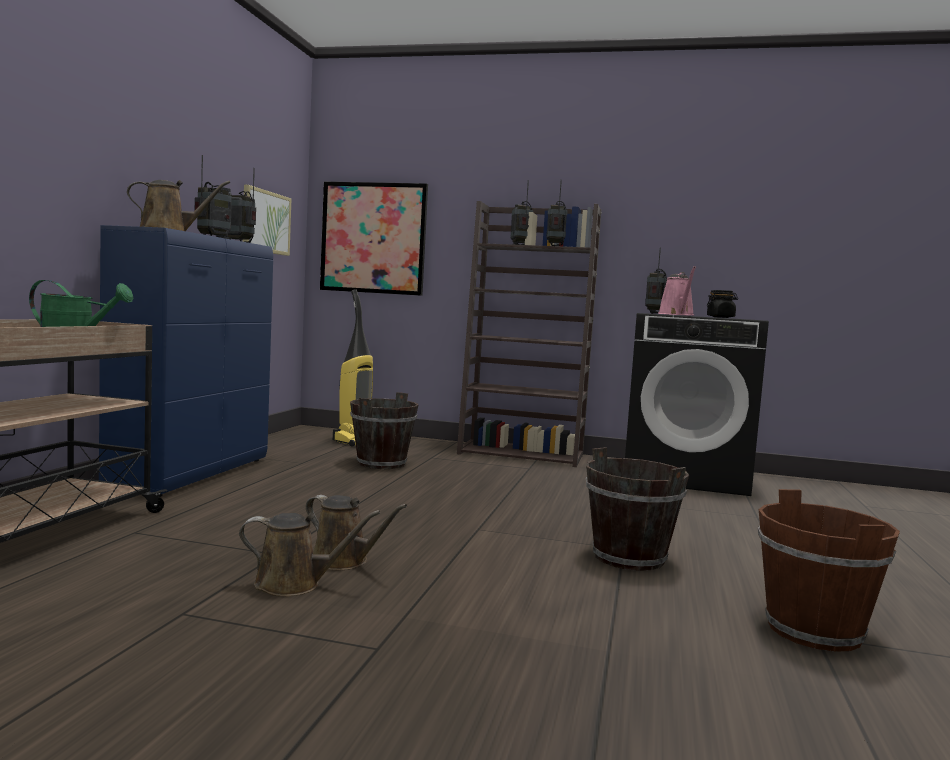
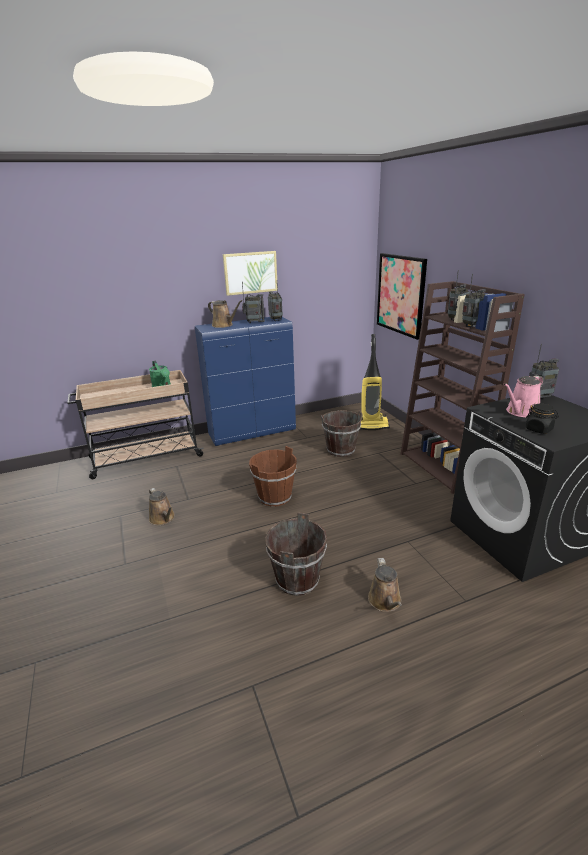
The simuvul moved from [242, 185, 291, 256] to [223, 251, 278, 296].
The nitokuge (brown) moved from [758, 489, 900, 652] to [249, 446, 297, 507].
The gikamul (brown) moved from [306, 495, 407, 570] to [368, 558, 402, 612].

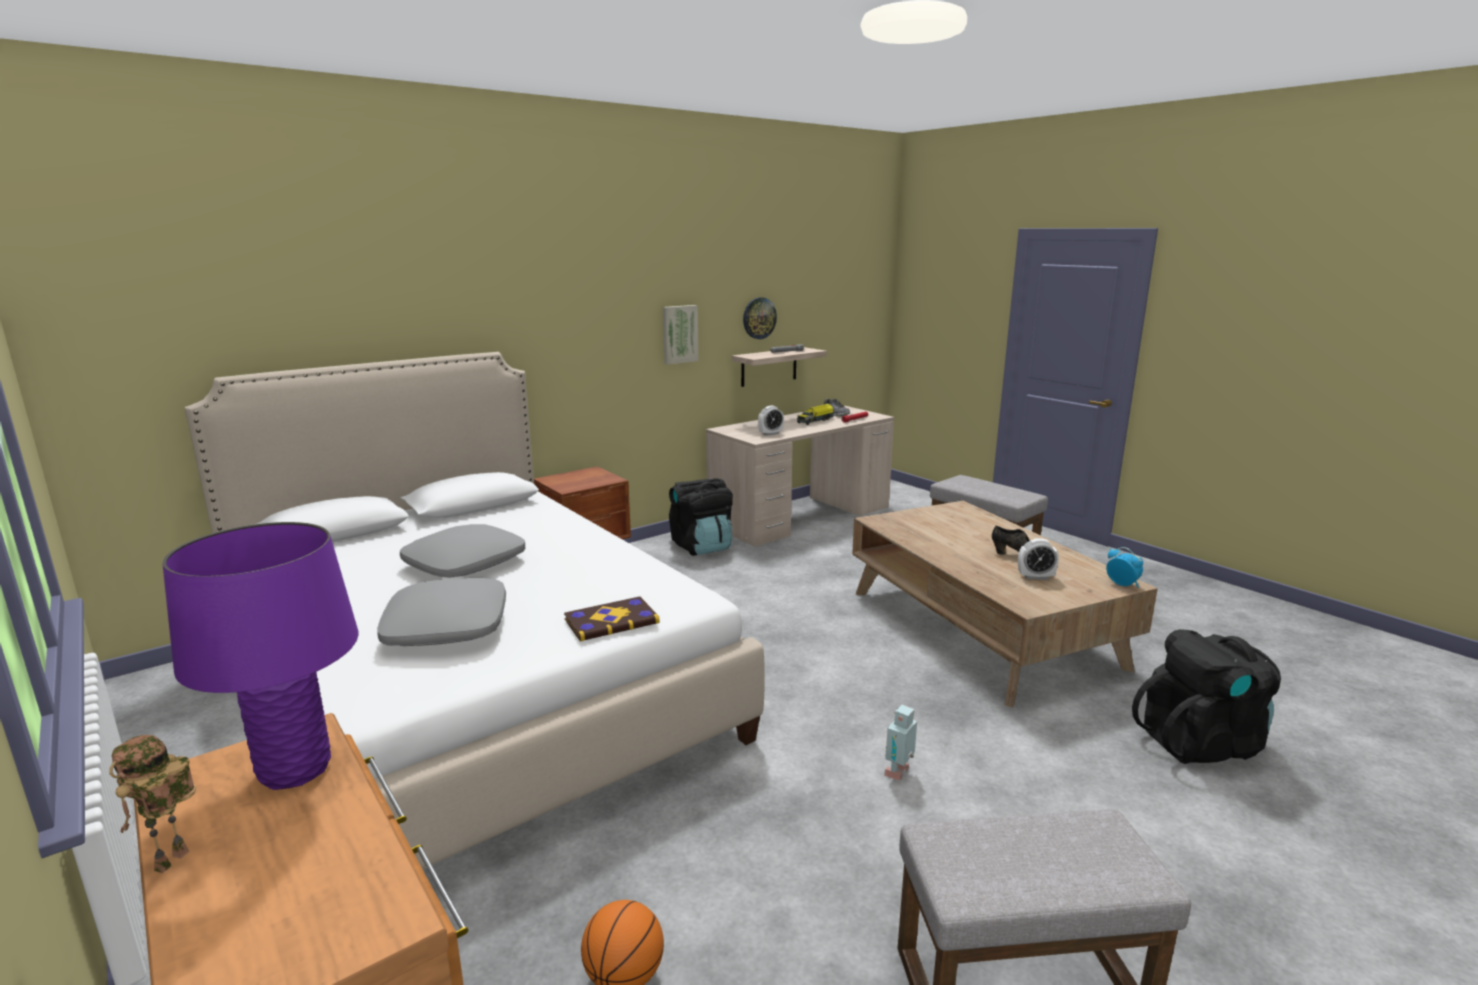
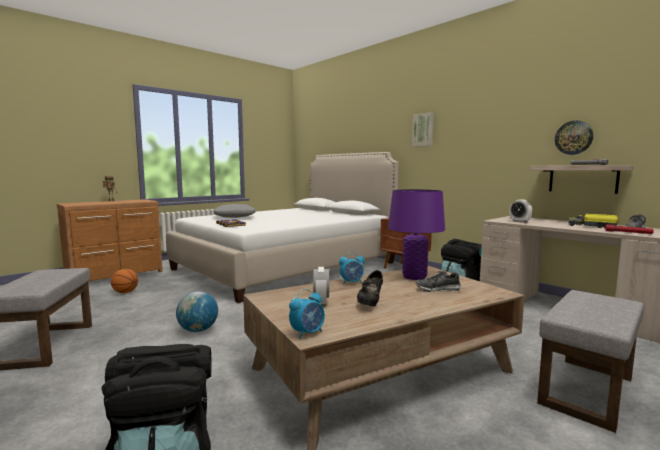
The simuvul moved from [663, 305, 698, 365] to [412, 112, 434, 147].
The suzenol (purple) moved from [162, 522, 358, 790] to [388, 189, 445, 280].
The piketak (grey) at [400, 524, 525, 578] disappeared.
The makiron at [884, 705, 917, 781] was replaced by the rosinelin at [176, 291, 218, 332].
The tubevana at [339, 252, 364, 285] appeared.
The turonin at [416, 271, 461, 292] appeared.

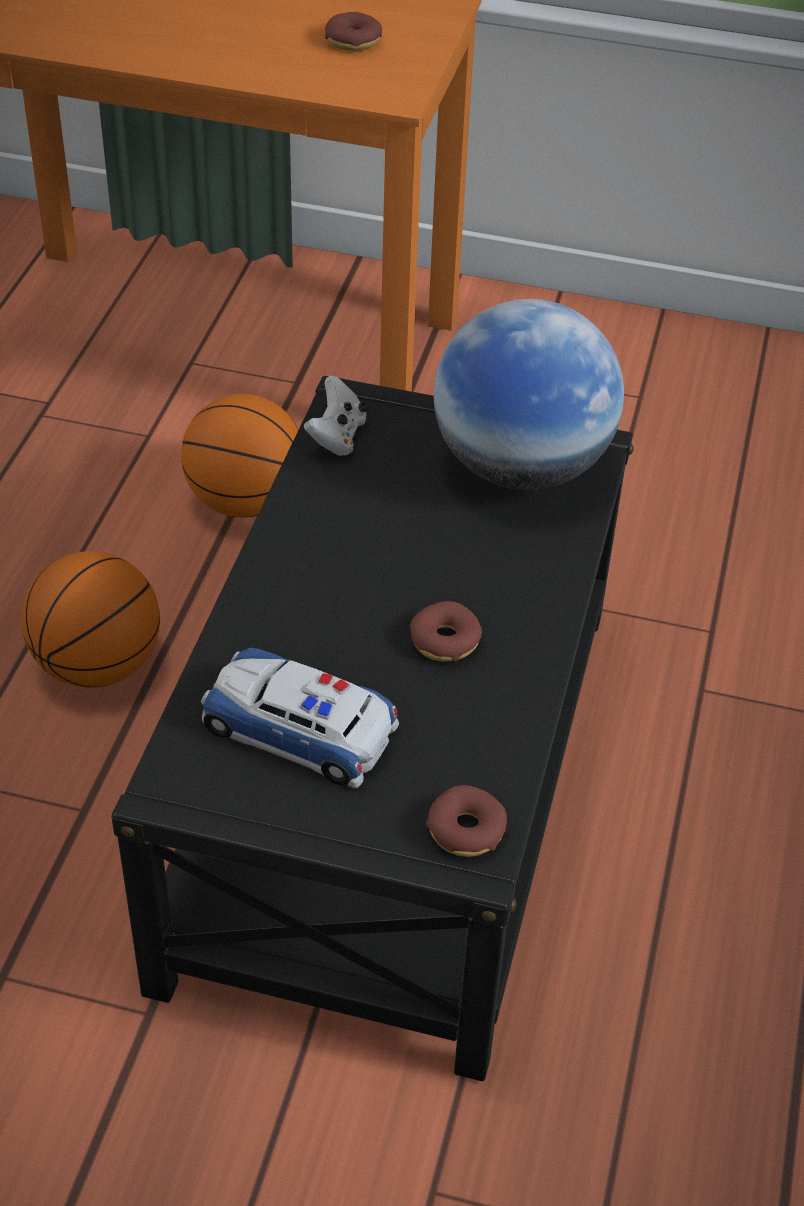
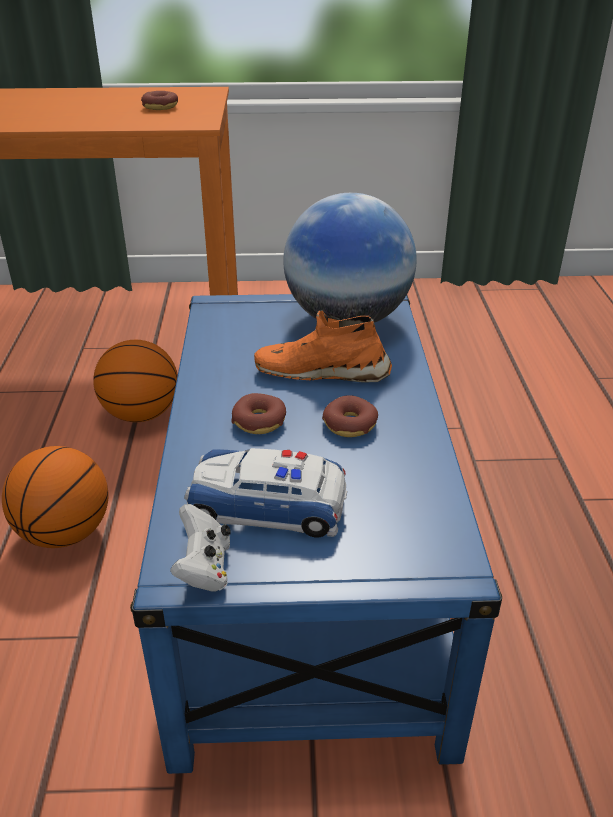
The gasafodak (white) moved from [304, 375, 368, 456] to [170, 504, 231, 591].
The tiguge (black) at [111, 376, 634, 1081] became the tiguge (blue) at [130, 294, 502, 774].
The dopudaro moved from [426, 785, 507, 857] to [231, 393, 286, 434].
The turonin (orange) at [254, 310, 392, 383] appeared.

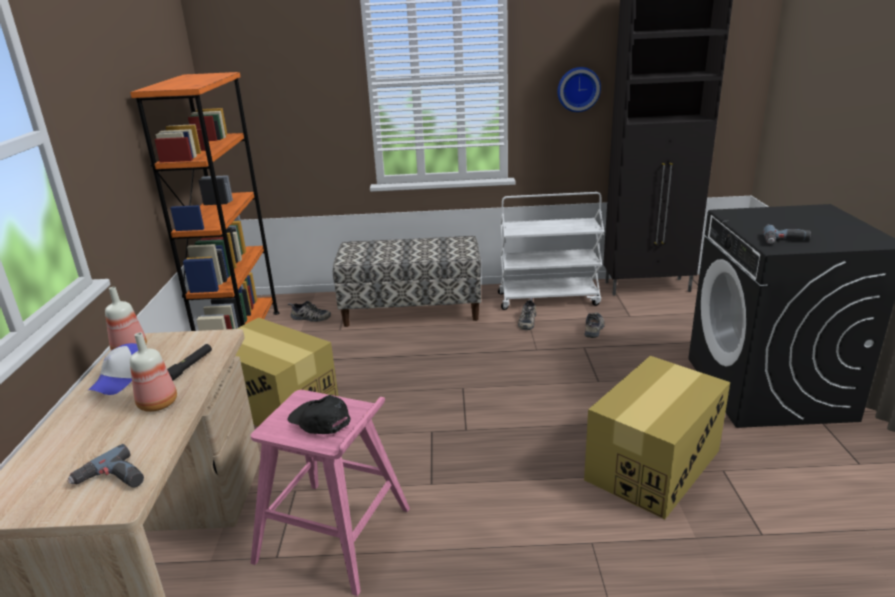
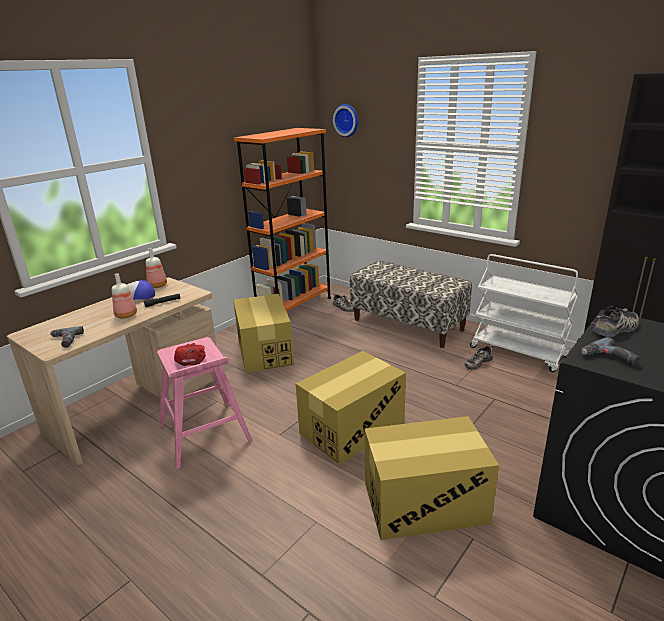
The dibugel moved from [557, 67, 601, 112] to [333, 104, 358, 137].
The turonin moved from [585, 312, 605, 338] to [592, 306, 639, 337].
The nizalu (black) at [287, 395, 351, 434] became the nizalu (red) at [174, 343, 206, 366].
The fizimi at [296, 351, 406, 464] appeared.

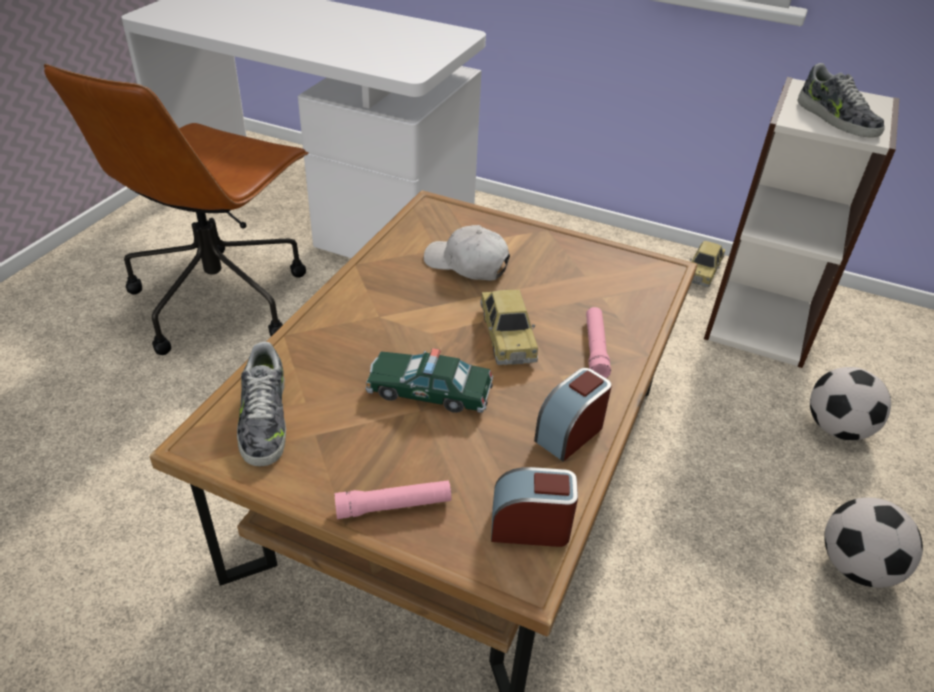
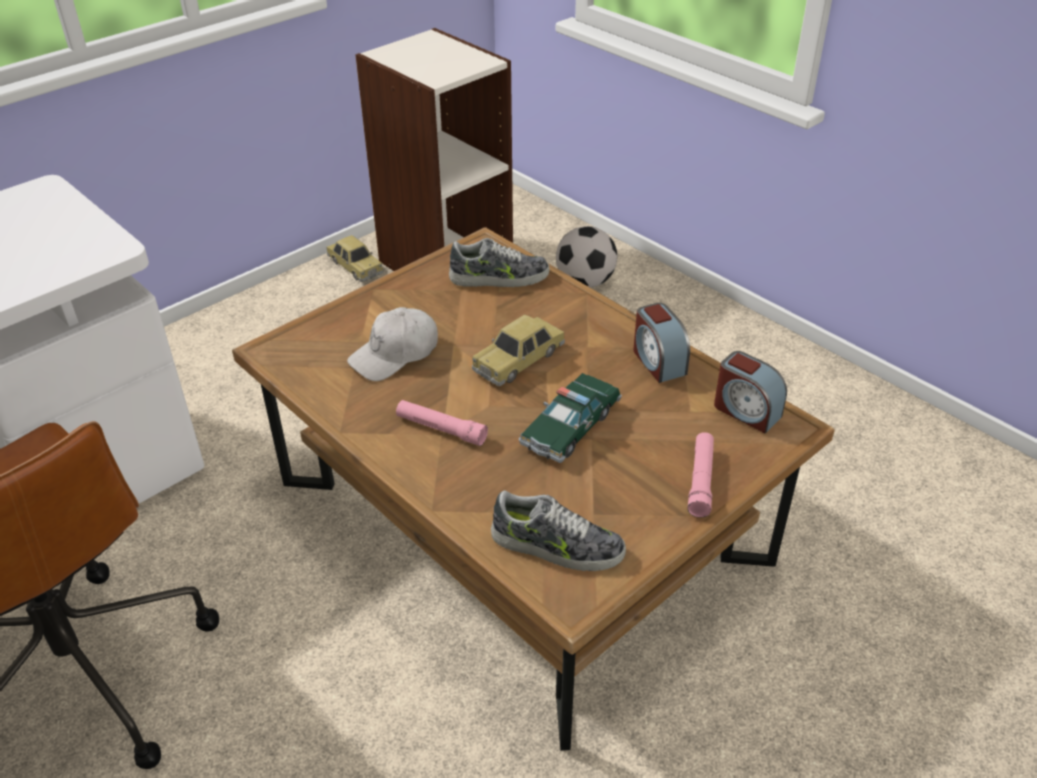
The turonin moved from [798, 63, 885, 137] to [449, 238, 550, 287].
The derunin at [480, 290, 538, 365] turned 120 degrees clockwise.
The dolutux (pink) moved from [586, 307, 611, 378] to [396, 400, 488, 446].
The tubevana at [491, 467, 578, 547] turned 75 degrees counterclockwise.
The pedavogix at [824, 497, 923, 588] disappeared.

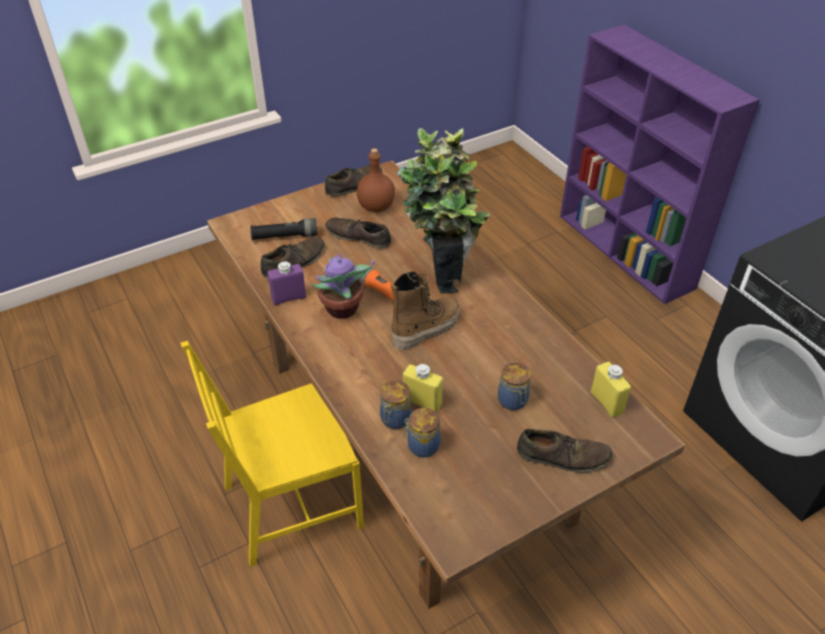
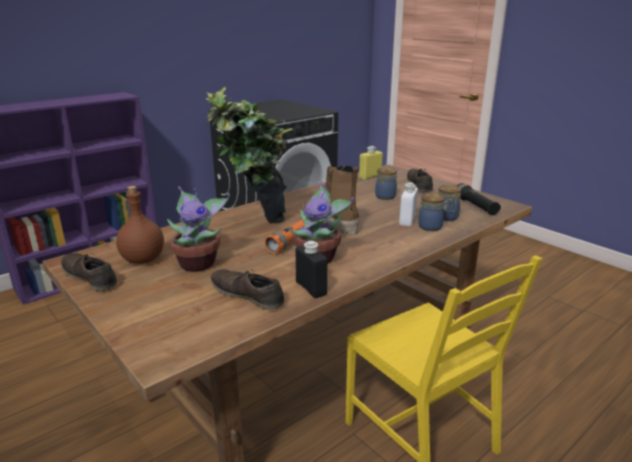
The dolutux (black) moved from [250, 218, 317, 240] to [457, 183, 501, 215].
The turonin (brown) at [325, 218, 391, 248] was replaced by the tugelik at [167, 186, 230, 272].
The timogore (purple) at [267, 261, 306, 305] became the timogore (black) at [295, 241, 327, 298].
The timogore (yellow) at [403, 364, 443, 413] became the timogore (white) at [399, 182, 418, 226].

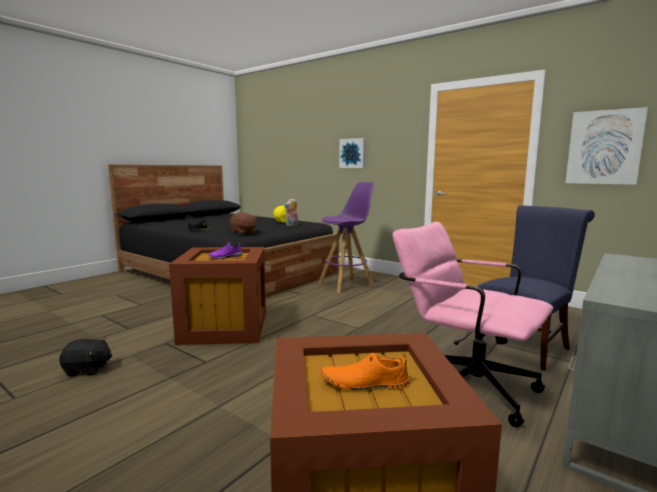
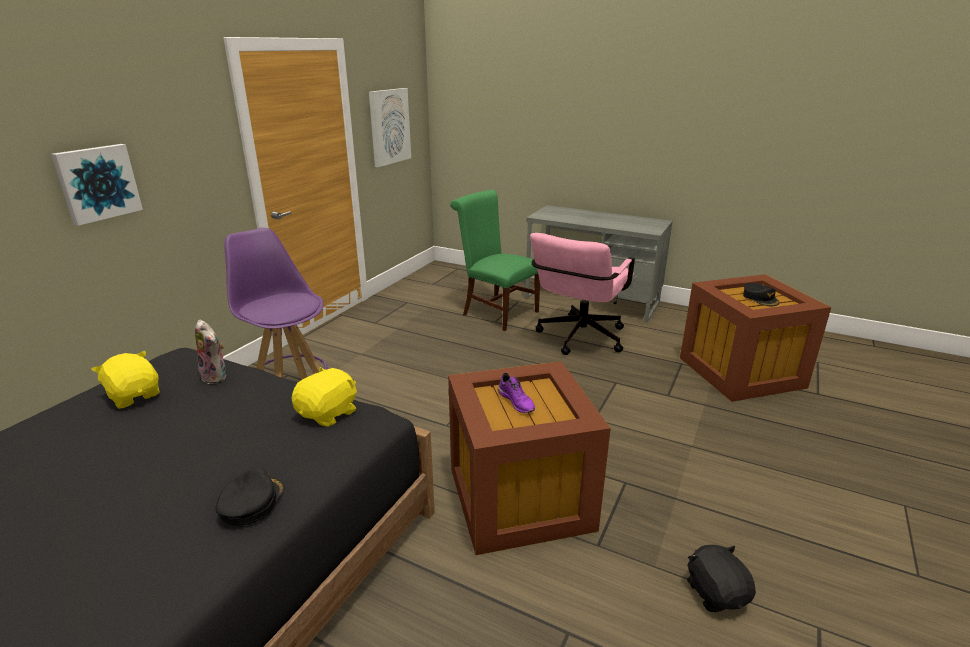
The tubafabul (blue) at [475, 205, 595, 371] became the tubafabul (green) at [450, 190, 540, 331].
The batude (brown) at [230, 212, 257, 235] became the batude (yellow) at [292, 367, 357, 427].
The turonin (orange) at [320, 353, 409, 390] was replaced by the nizalu (black) at [743, 283, 780, 306].

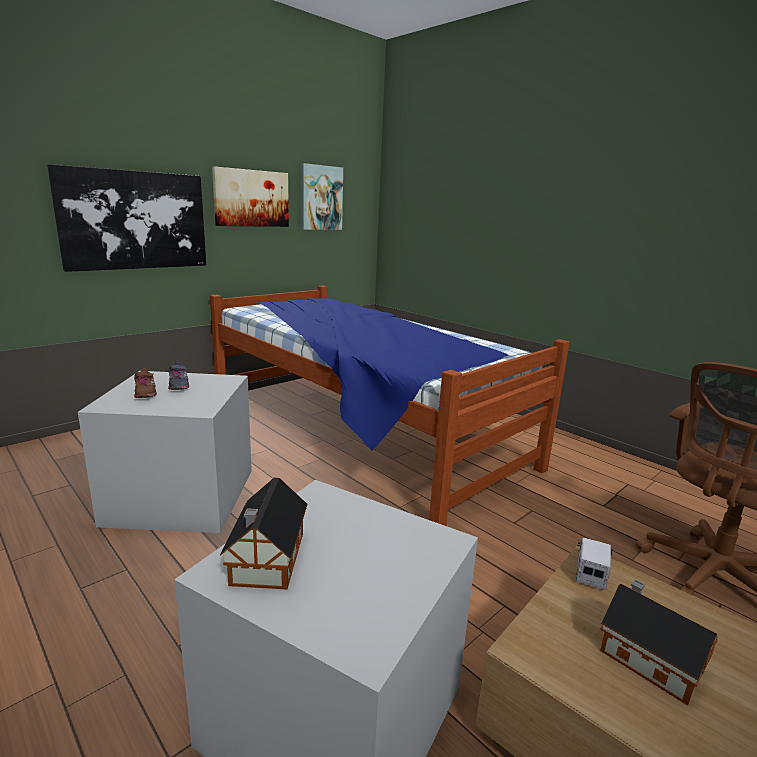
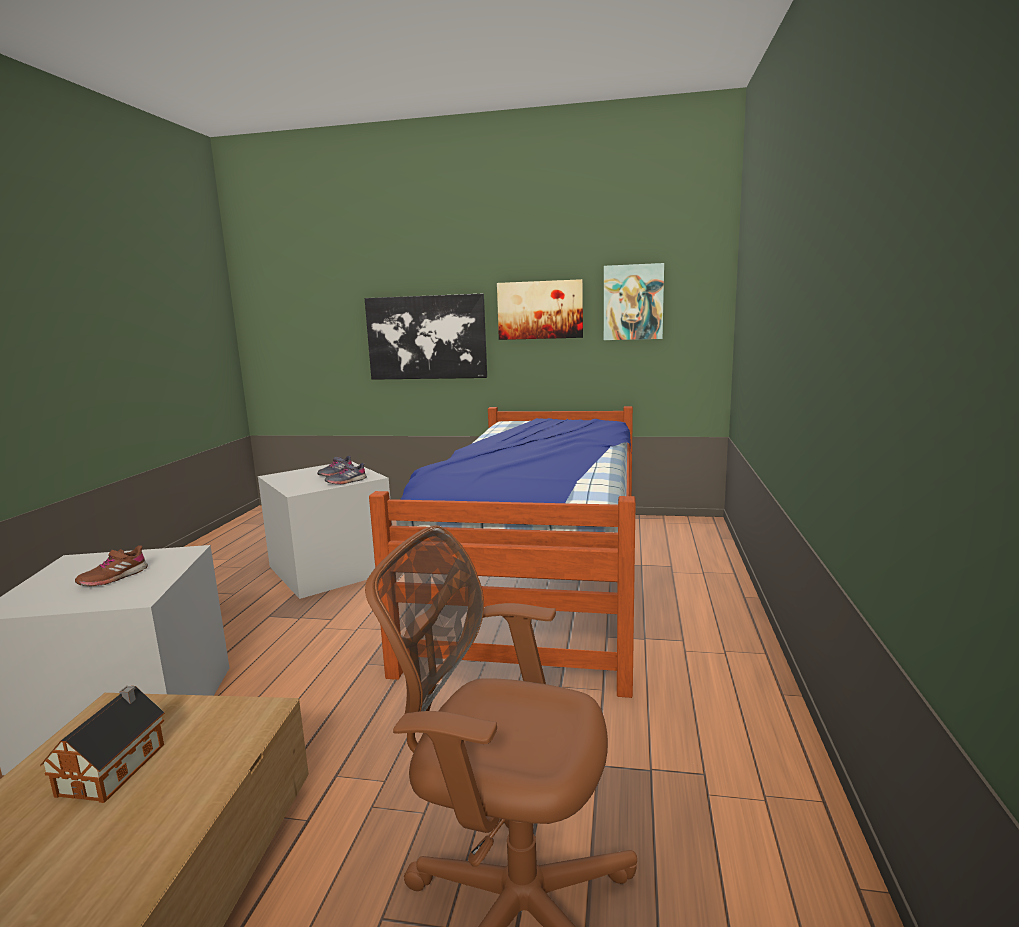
The turonin (brown) moved from [134, 368, 157, 398] to [75, 545, 148, 586].
The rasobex at [220, 478, 307, 590] disappeared.
The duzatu at [576, 537, 613, 590] disappeared.
The turonin (grey) at [325, 463, 367, 484] appeared.

